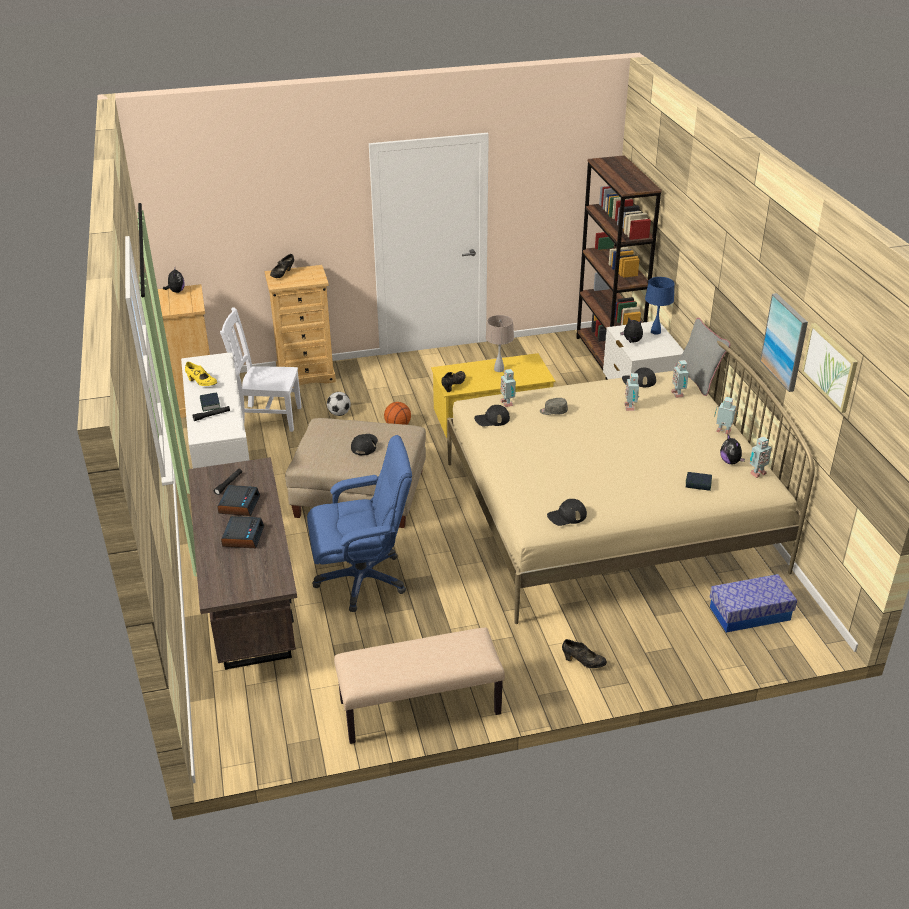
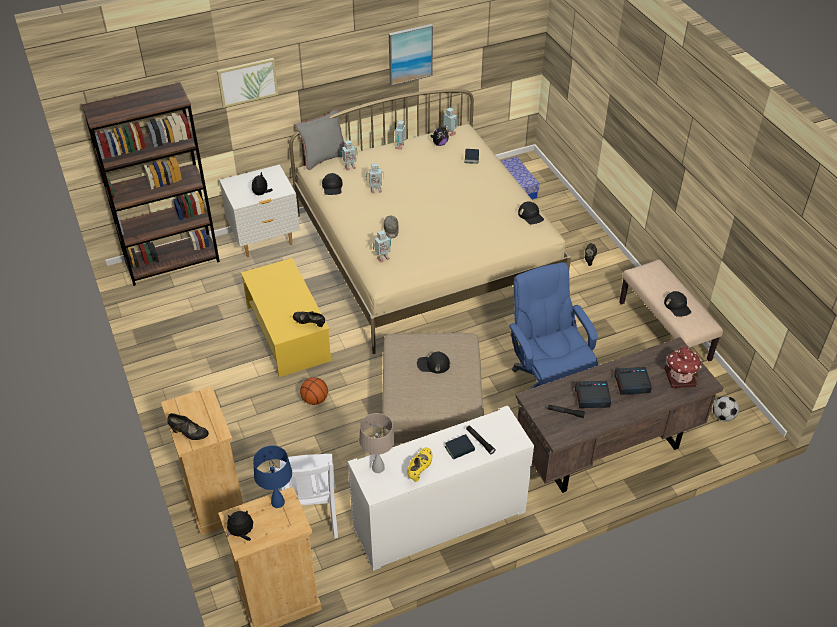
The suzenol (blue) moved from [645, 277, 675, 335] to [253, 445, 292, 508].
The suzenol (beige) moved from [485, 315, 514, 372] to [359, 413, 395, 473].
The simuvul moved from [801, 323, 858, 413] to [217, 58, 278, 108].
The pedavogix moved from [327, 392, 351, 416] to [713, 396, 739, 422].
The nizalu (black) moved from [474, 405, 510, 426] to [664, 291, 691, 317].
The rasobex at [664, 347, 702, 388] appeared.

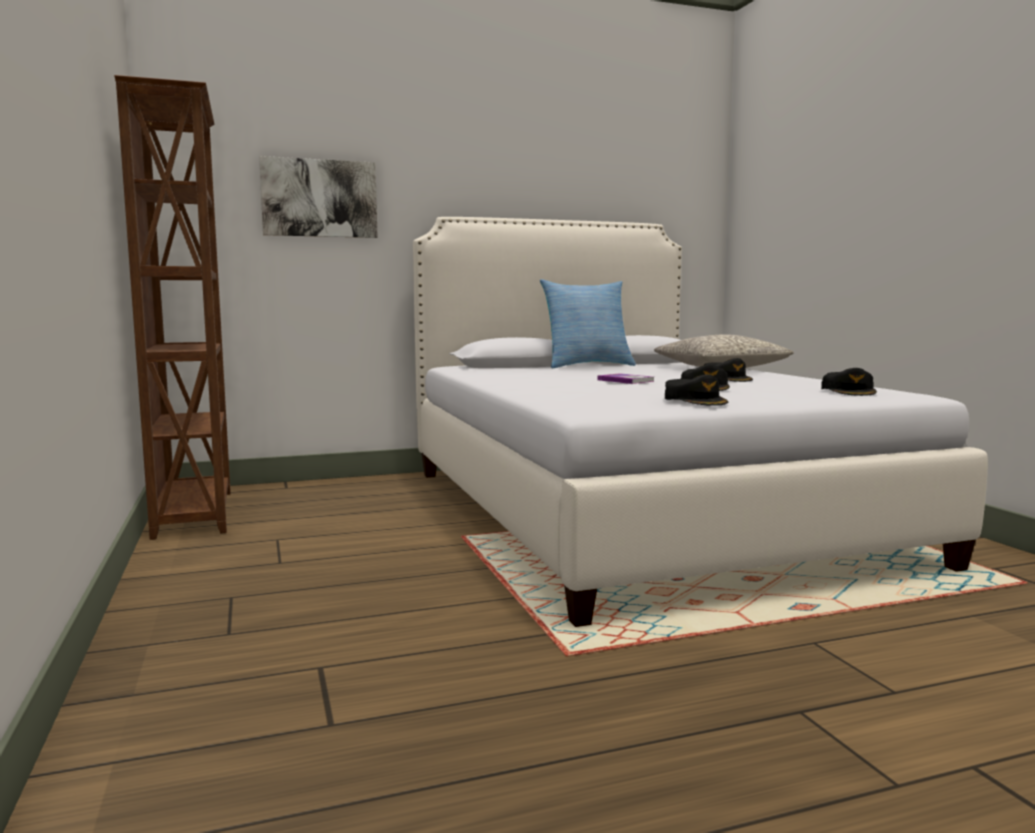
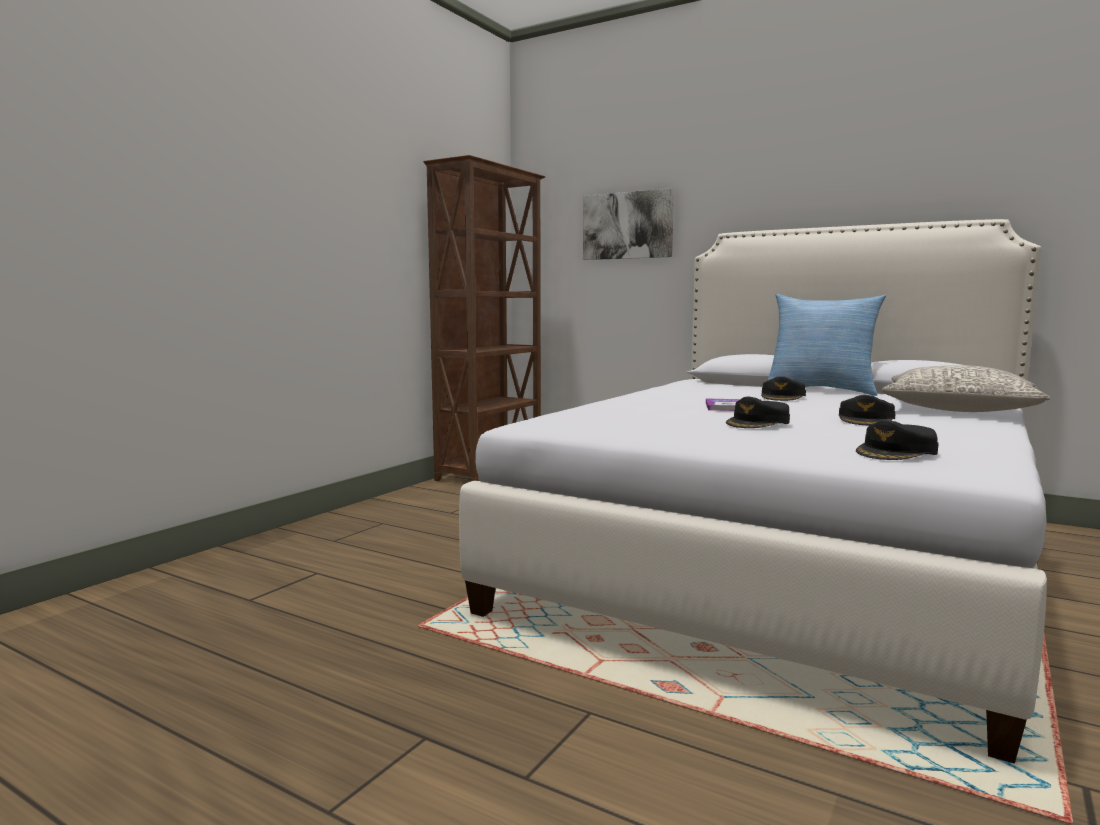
The nizalu (black) moved from [665, 374, 728, 406] to [761, 376, 806, 401].

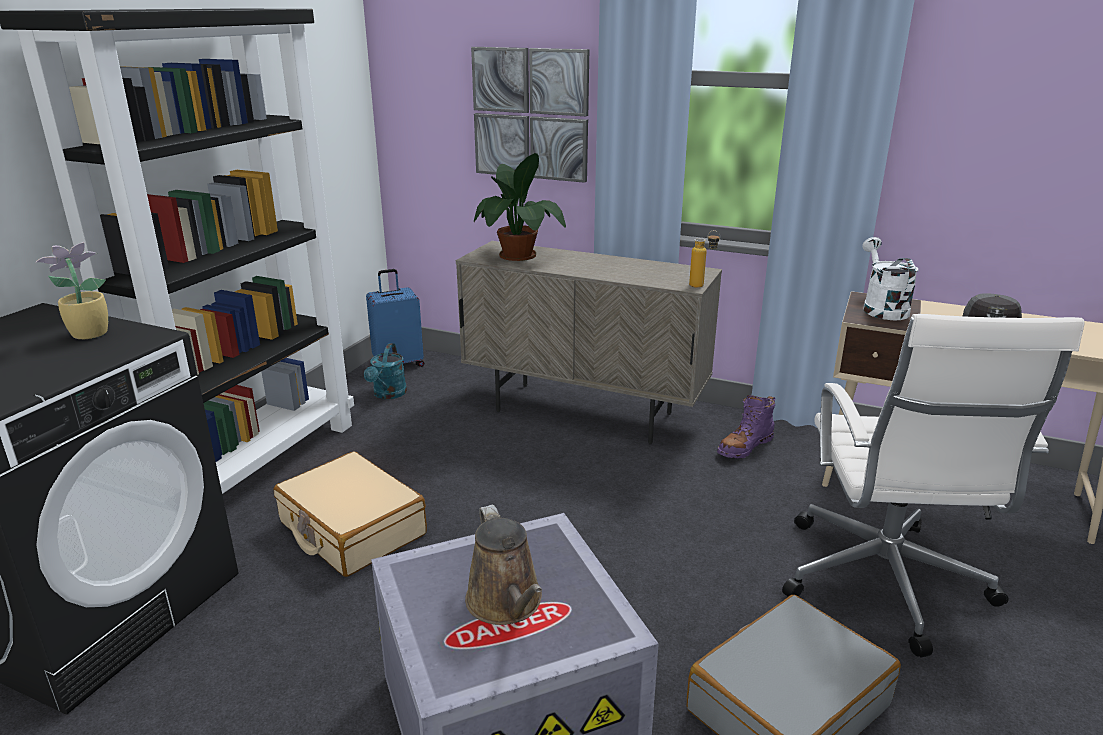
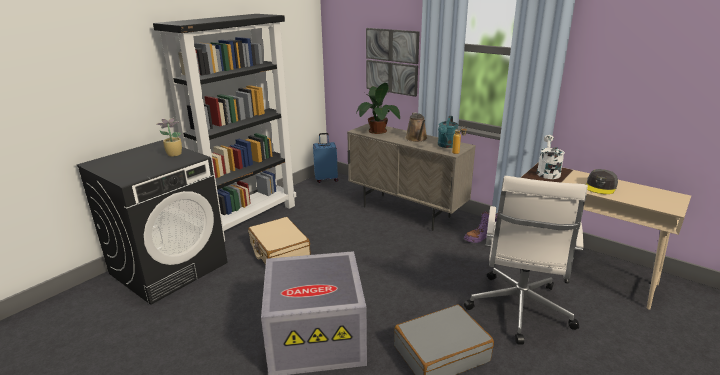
The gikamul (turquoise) moved from [364, 343, 407, 399] to [438, 116, 458, 148].
The gikamul (brown) moved from [465, 505, 542, 625] to [406, 113, 427, 142].

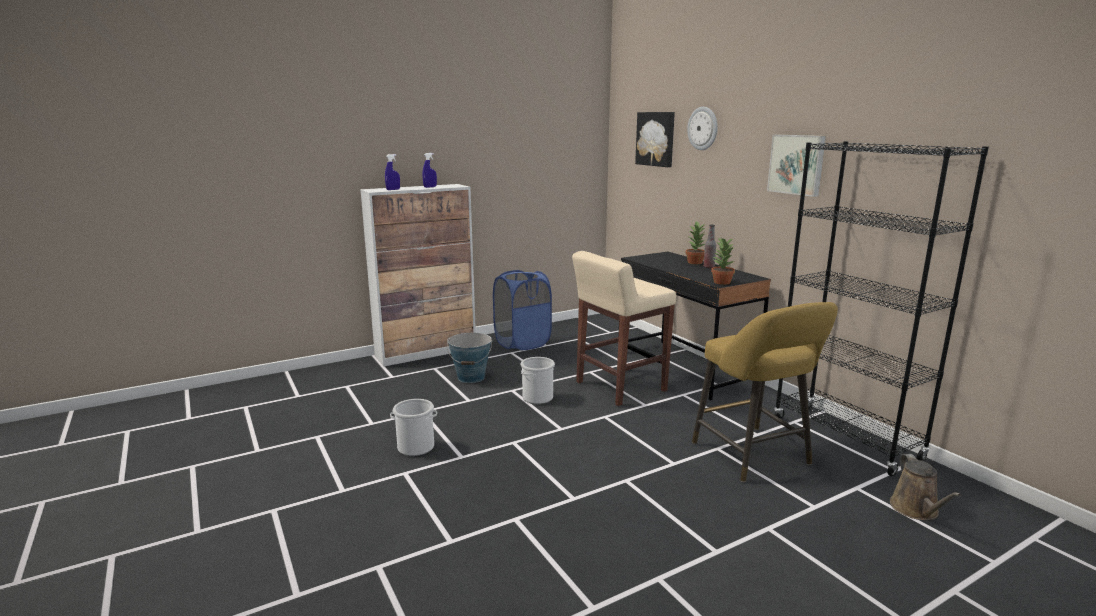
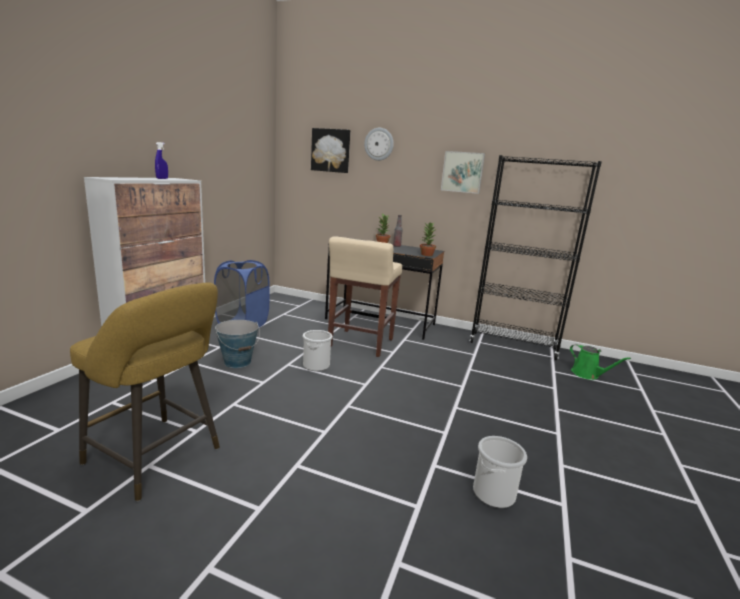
The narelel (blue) at [385, 154, 400, 190] disappeared.
The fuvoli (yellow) moved from [692, 302, 838, 482] to [70, 283, 220, 501].
The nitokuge moved from [390, 399, 437, 456] to [473, 436, 527, 508].
The gikamul (brown) at [890, 454, 961, 520] became the gikamul (green) at [570, 344, 631, 380].

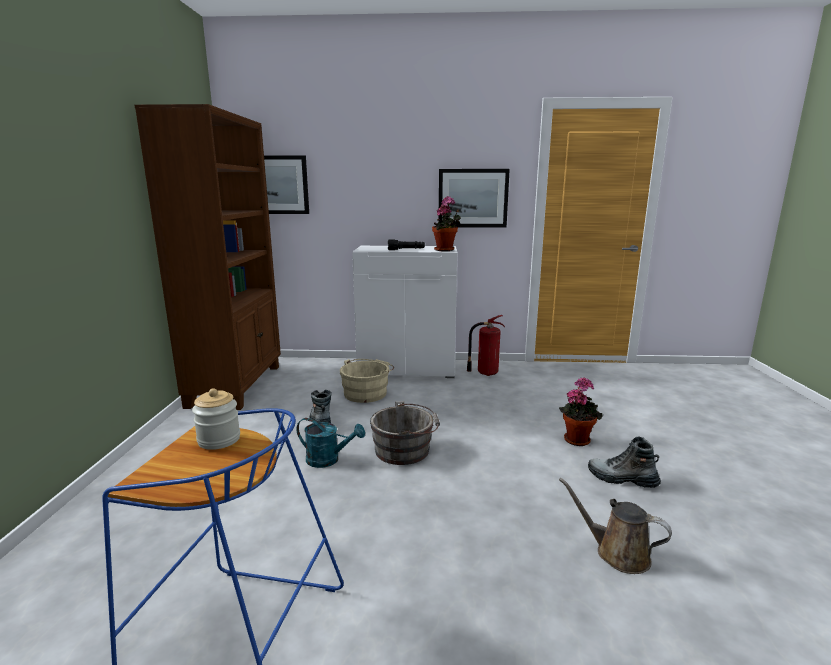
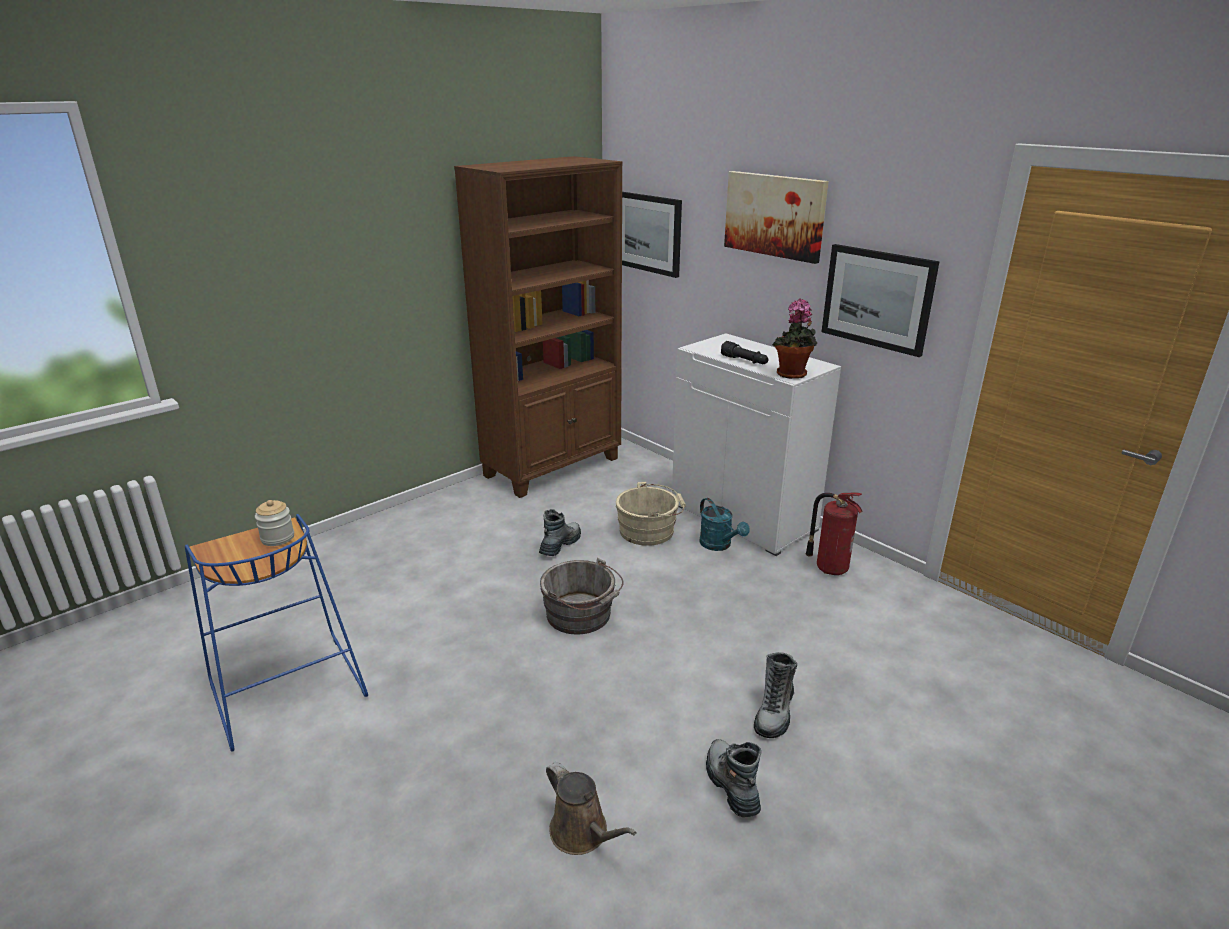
The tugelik at [559, 377, 603, 446] was replaced by the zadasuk at [754, 652, 797, 738].
The gikamul (turquoise) moved from [297, 418, 365, 468] to [699, 498, 750, 551].
The gikamul (brown) at [559, 477, 672, 574] turned 150 degrees clockwise.
The simuvul at [724, 171, 829, 264] appeared.

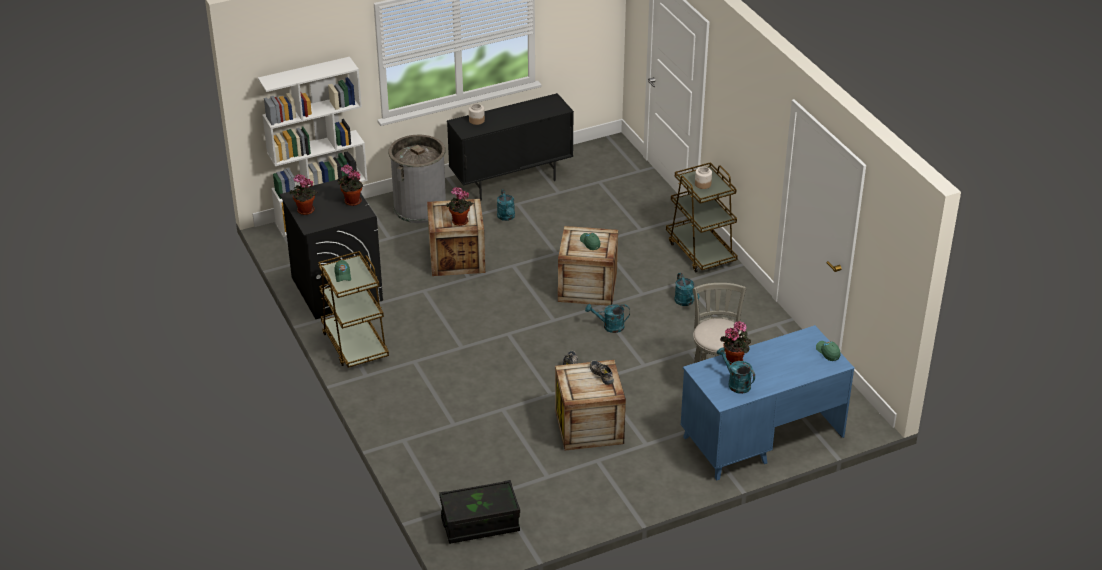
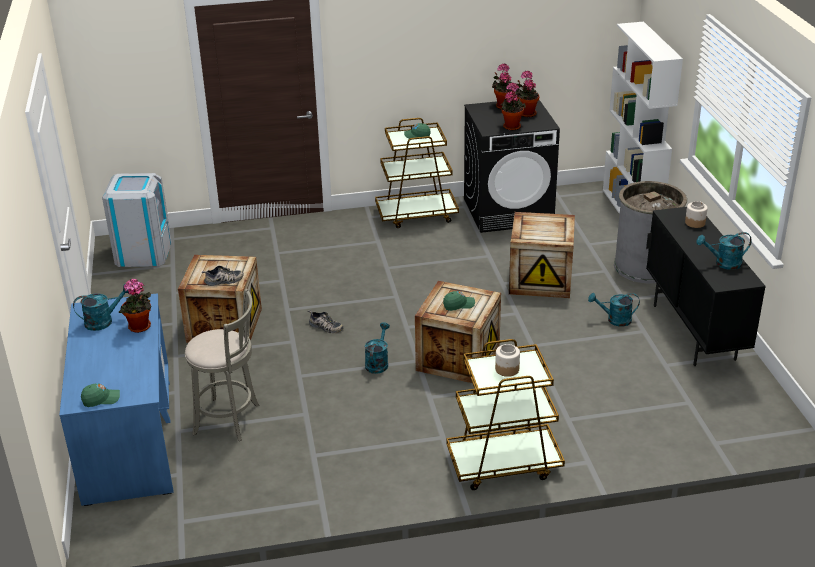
The tugelik moved from [446, 187, 473, 226] to [515, 71, 540, 117].
The gikamul (turquoise) moved from [675, 273, 700, 306] to [696, 232, 752, 270].
The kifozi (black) at [439, 480, 520, 544] was replaced by the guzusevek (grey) at [102, 173, 172, 267].

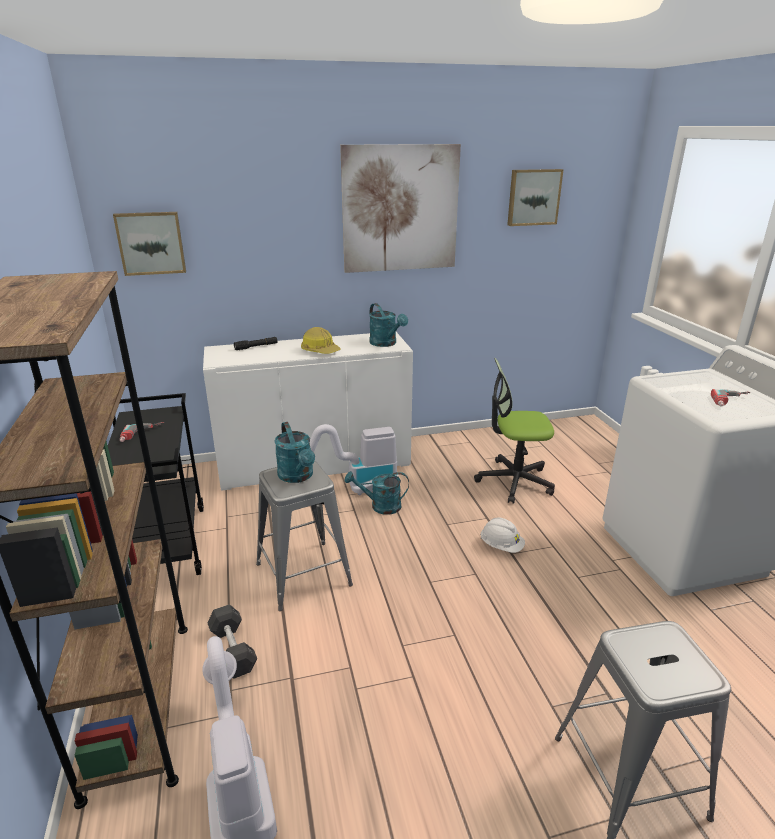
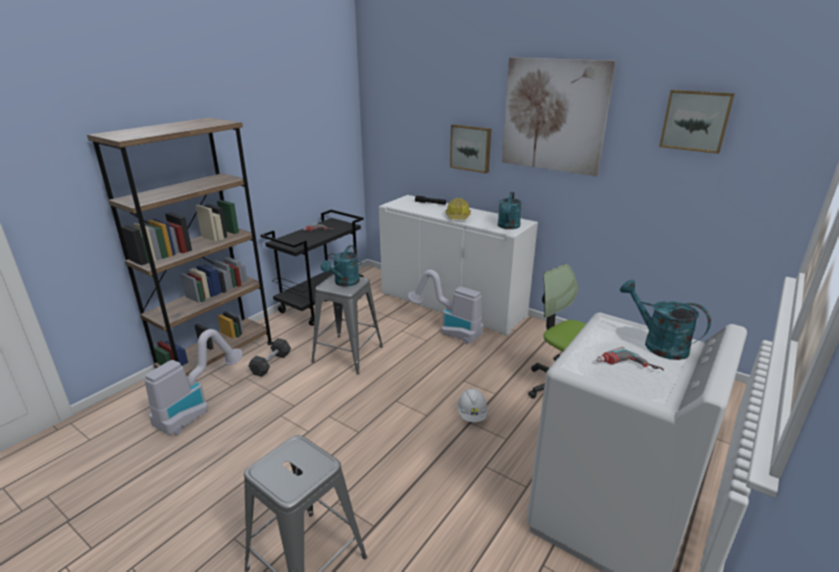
The simuvul moved from [113, 212, 186, 276] to [450, 124, 491, 173].
The gikamul (turquoise) moved from [345, 471, 409, 515] to [620, 280, 711, 360].

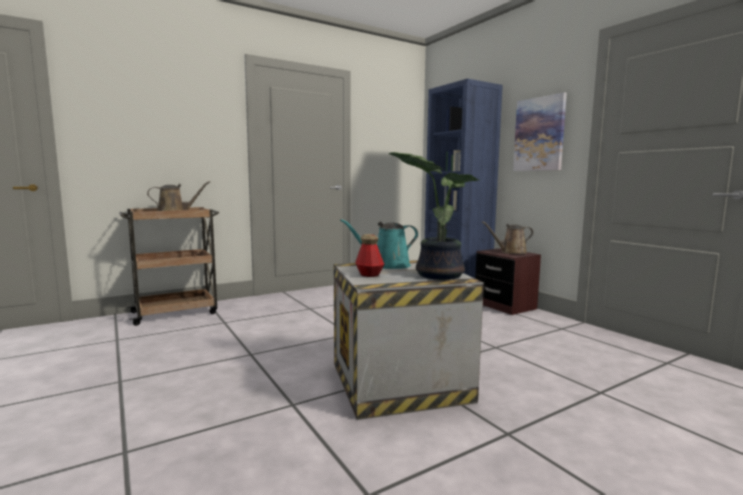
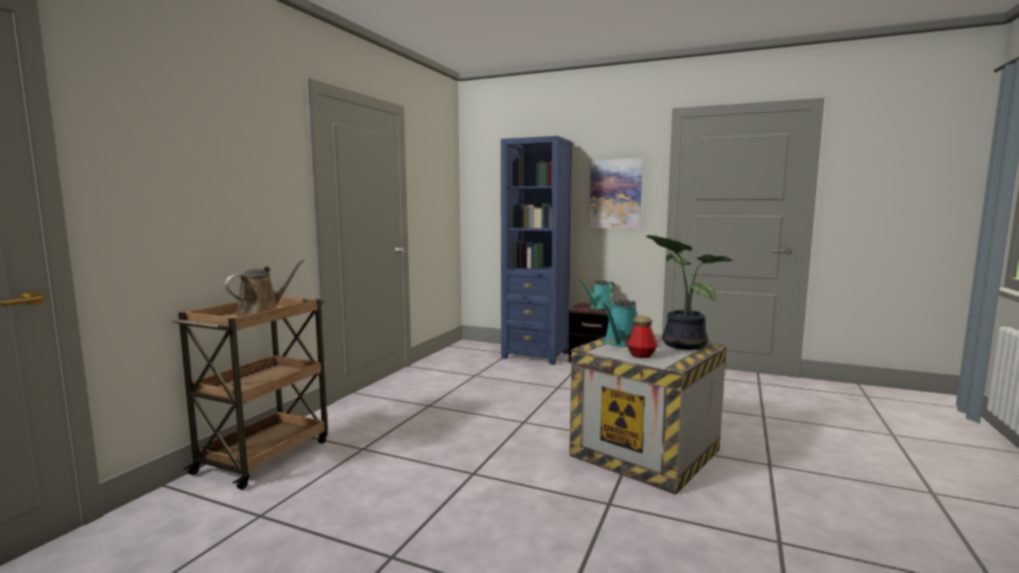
The gikamul (brown) at [482, 221, 534, 254] became the gikamul (turquoise) at [580, 280, 614, 310].

